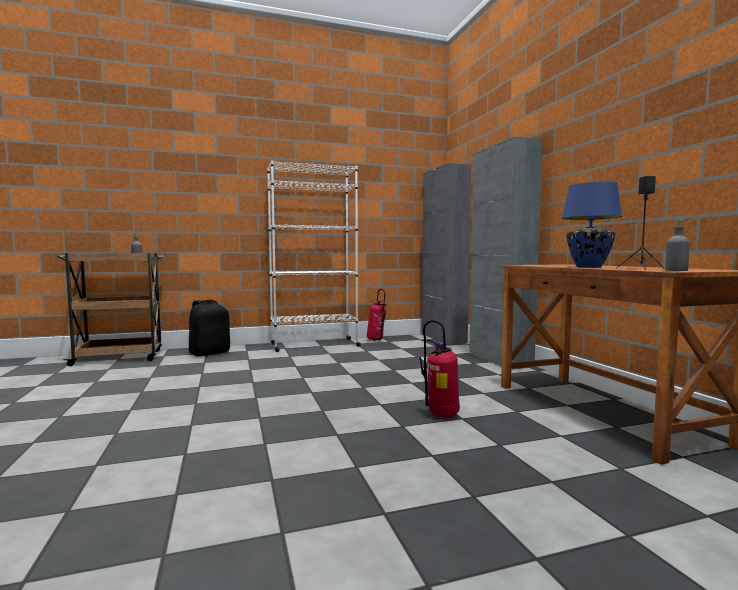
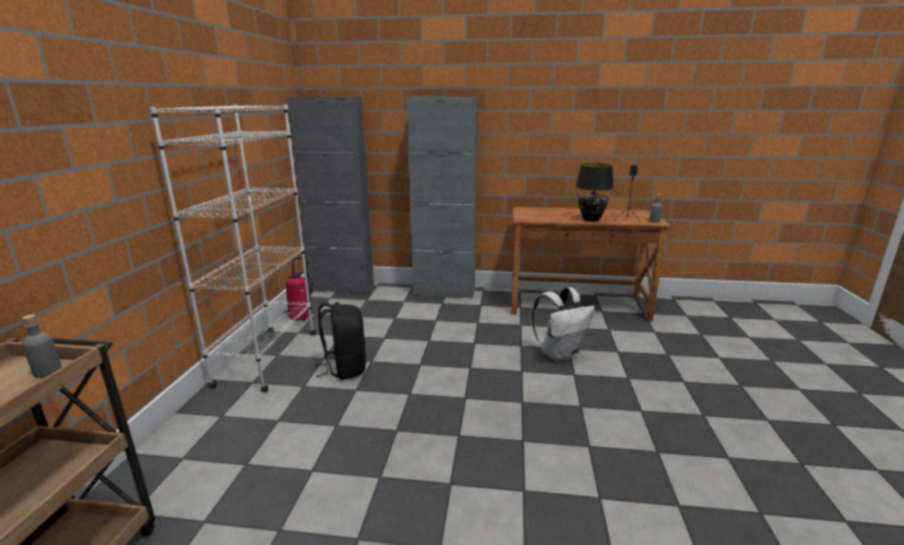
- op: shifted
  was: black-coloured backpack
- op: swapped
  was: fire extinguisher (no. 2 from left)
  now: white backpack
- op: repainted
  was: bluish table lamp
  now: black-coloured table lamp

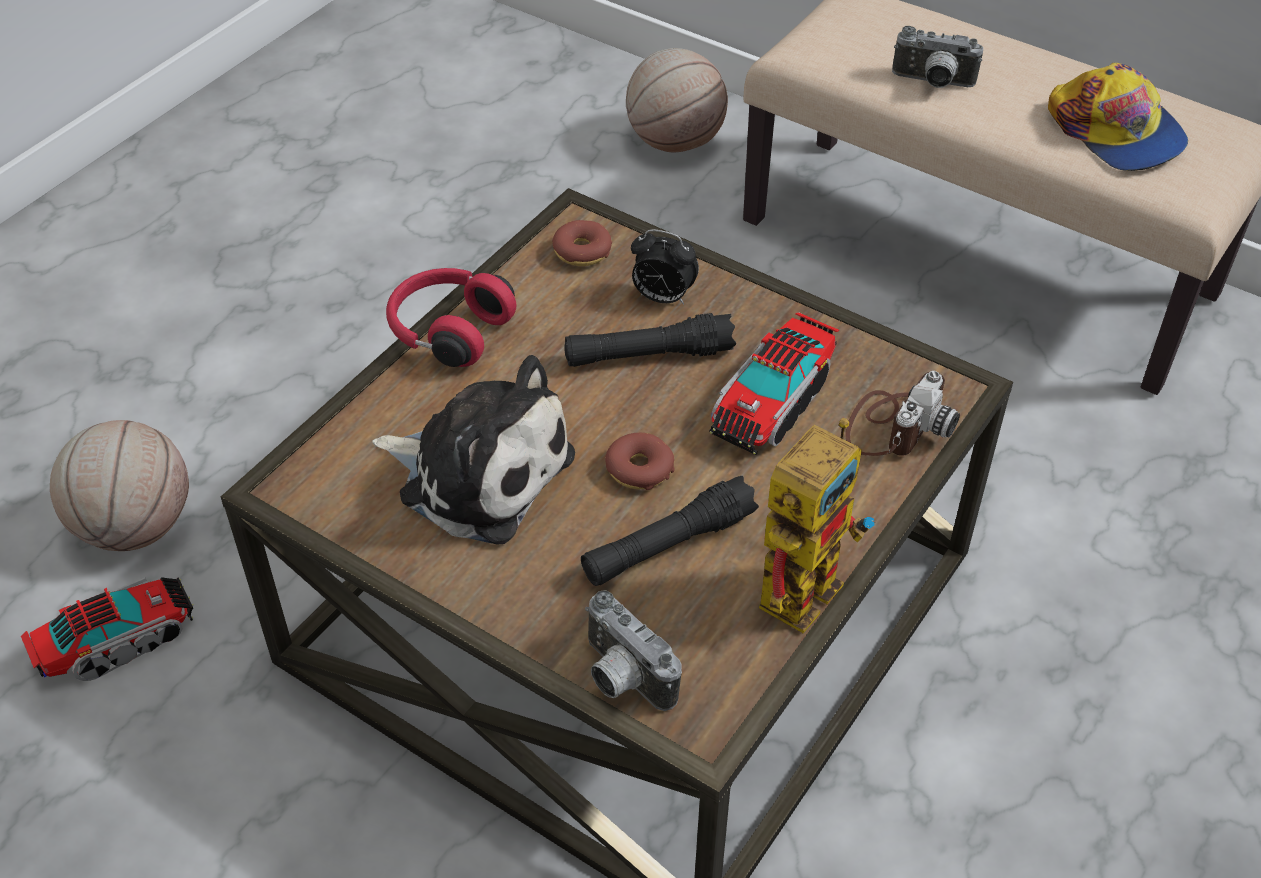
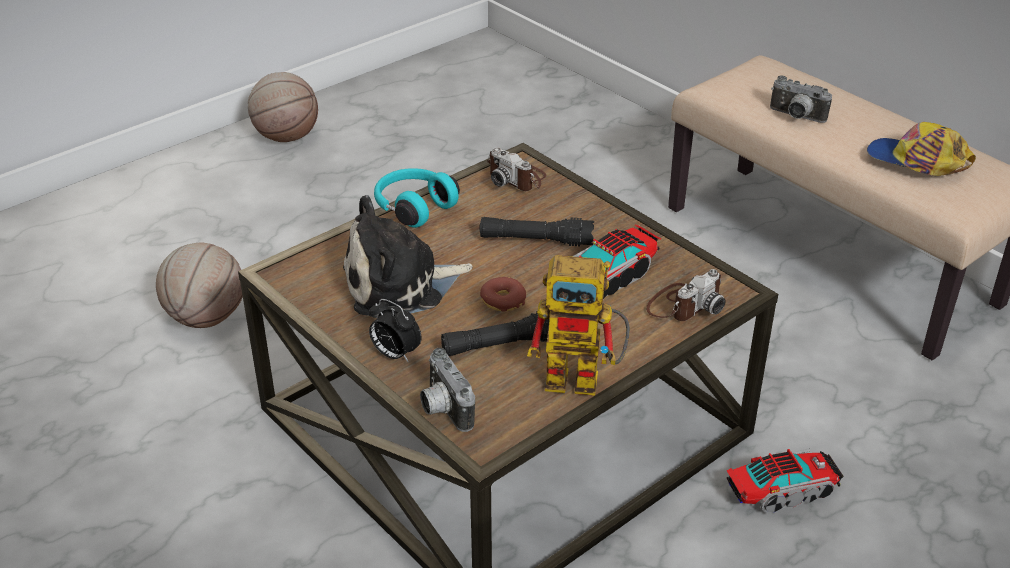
- op: shifted
  was: ball for basketball (no. 2 from left)
- op: rotated
  was: plush toy
  clockwise: 120
- op: shifted
  was: alarm clock
- op: repainted
  was: reddish headphones
  now: turquoise-coloured headphones
- op: swapped
  was: ring doughnut (no. 1 from left)
  now: photo camera (no. 2 from left)
- op: rotated
  was: robot figure
  clockwise: 45
- op: shifted
  was: model truck (no. 1 from left in the first image)
  now: model truck (no. 2 from left)
- op: rotated
  was: baseball cap
  clockwise: 135

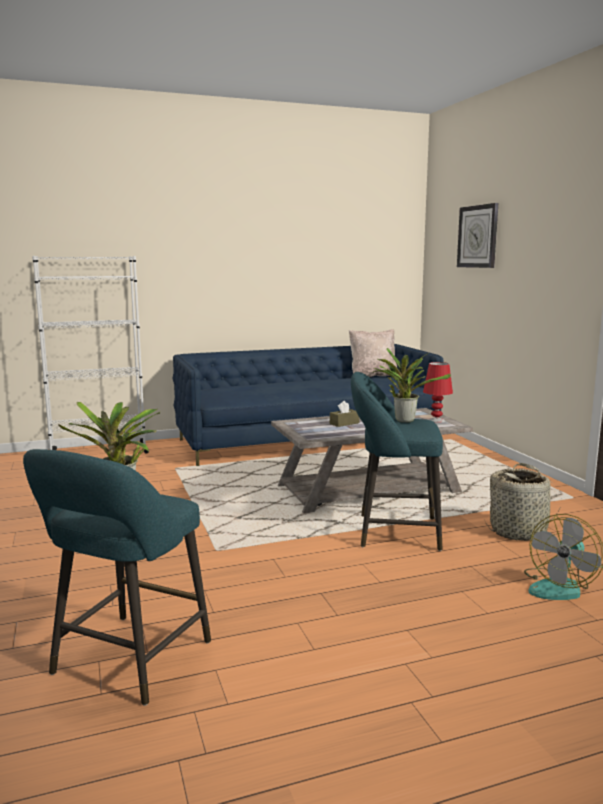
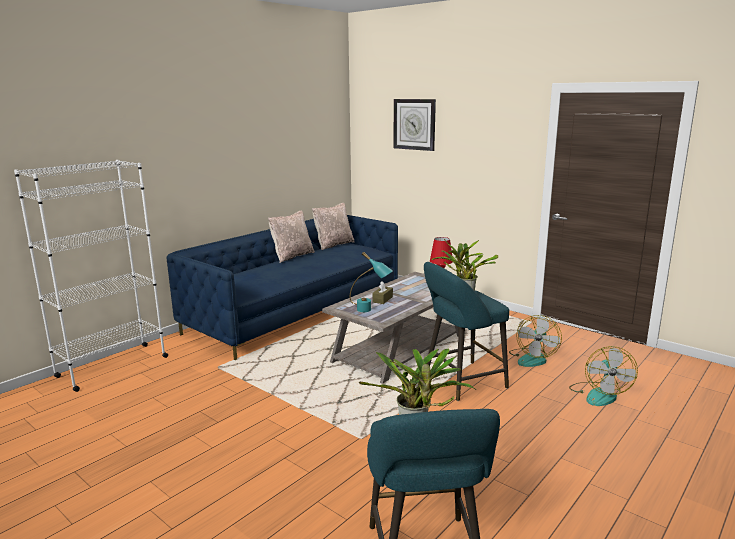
- op: new
  now: sand-coloured throw pillow (no. 1 from left)
- op: new
  now: turquoise-coloured table lamp
- op: swapped
  was: basket
  now: electric fan (no. 1 from left)

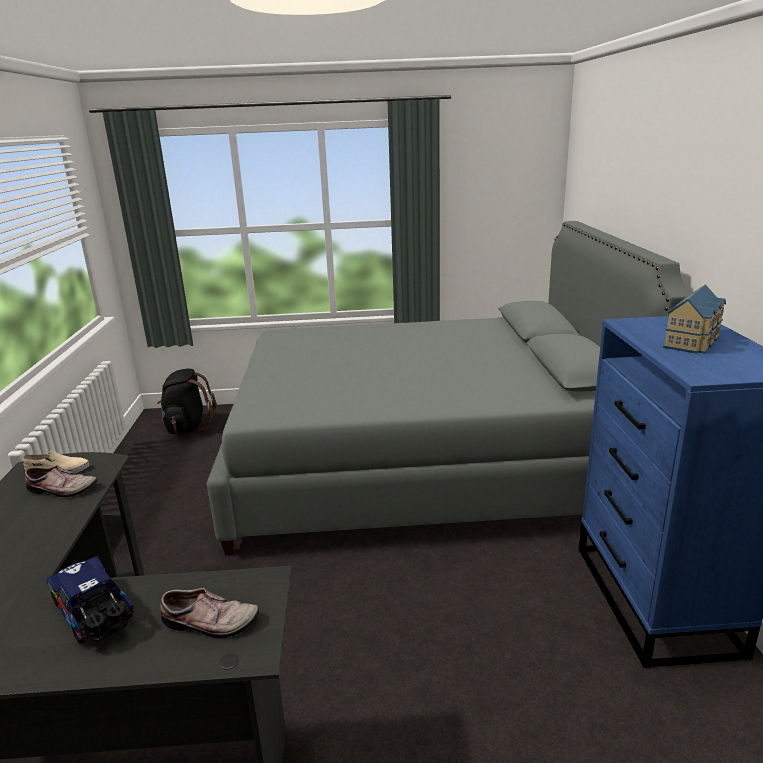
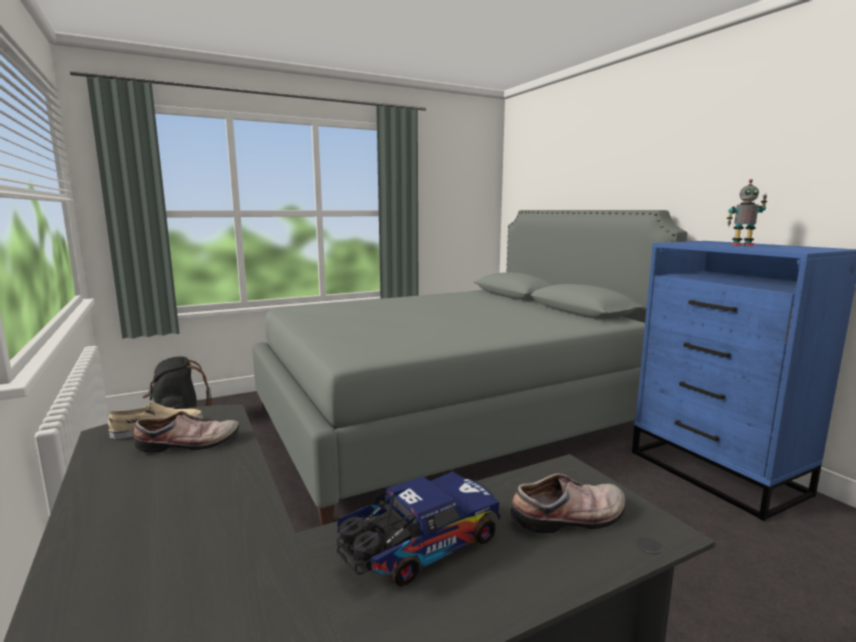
- op: rotated
  was: model truck
  clockwise: 120
- op: swapped
  was: miniature house
  now: robot figure

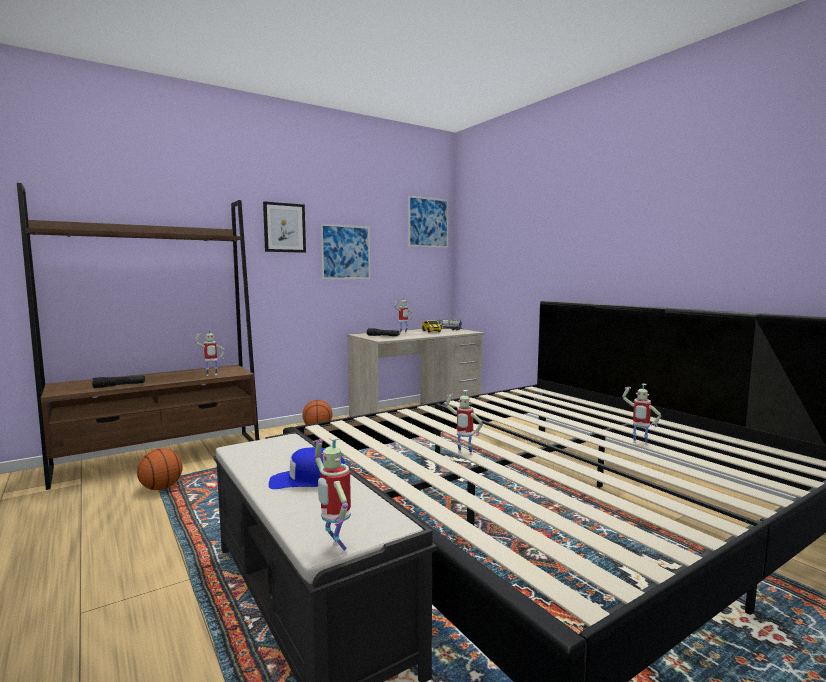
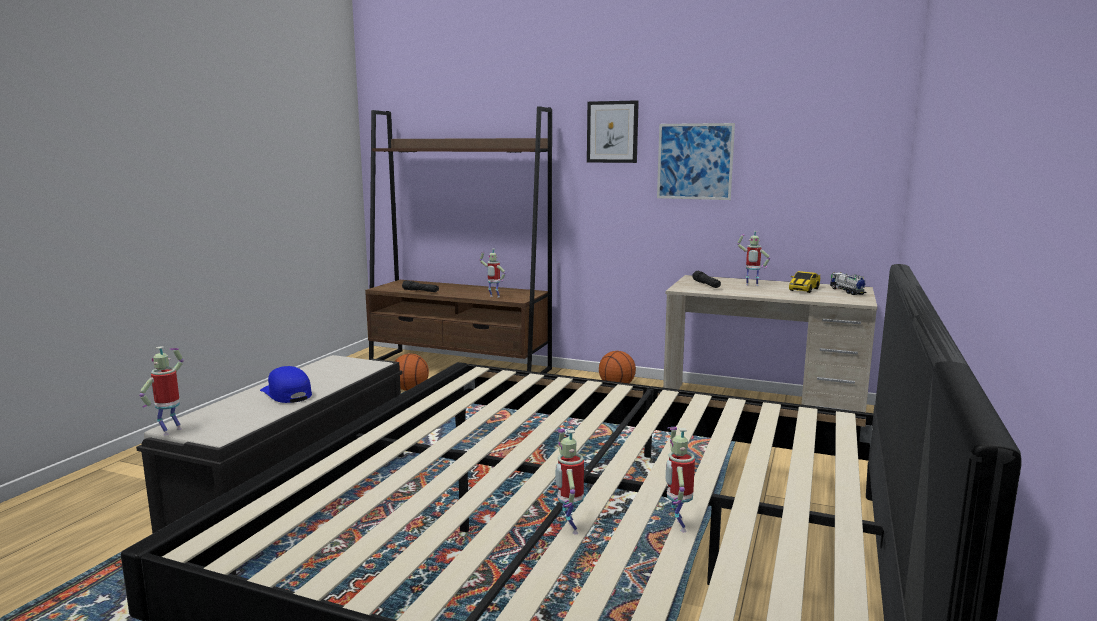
- op: shifted
  was: robot figure (no. 4 from left in the first image)
  now: robot figure (no. 3 from left)
- op: gone
  was: wall art (no. 3 from left)

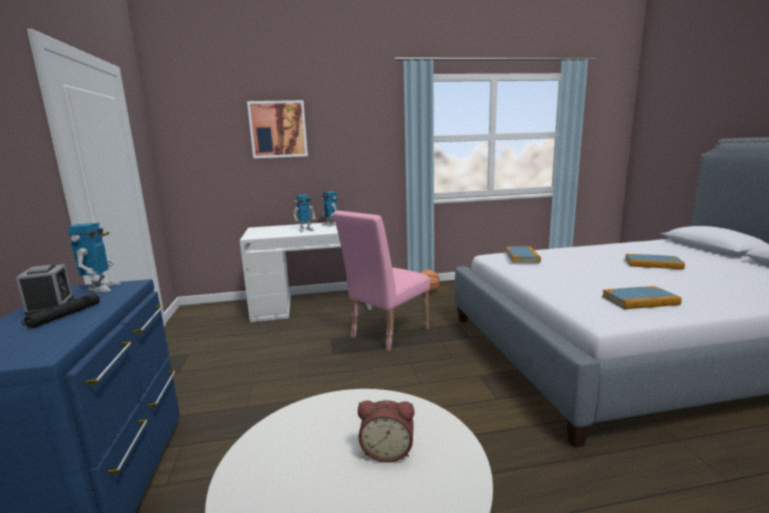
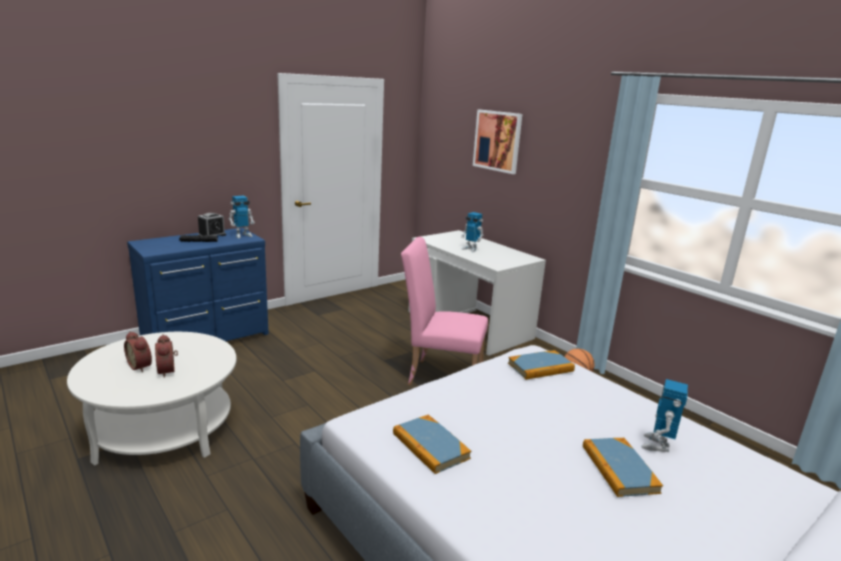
- op: new
  now: alarm clock (no. 1 from left)
- op: shifted
  was: robot figure (no. 3 from left)

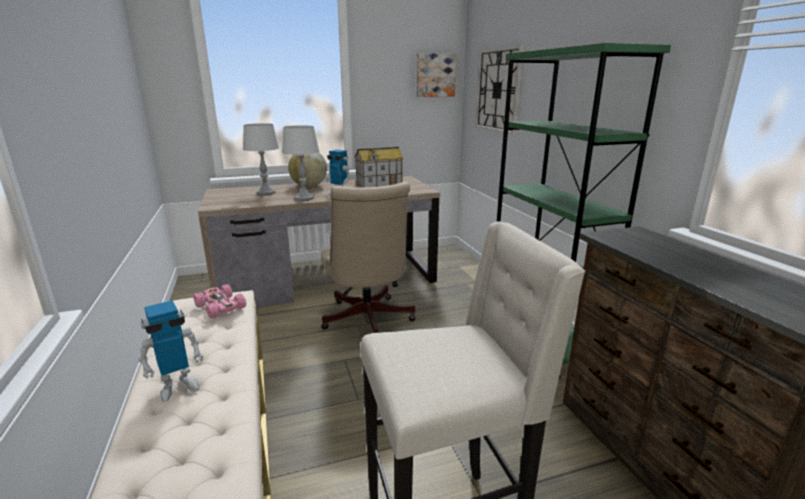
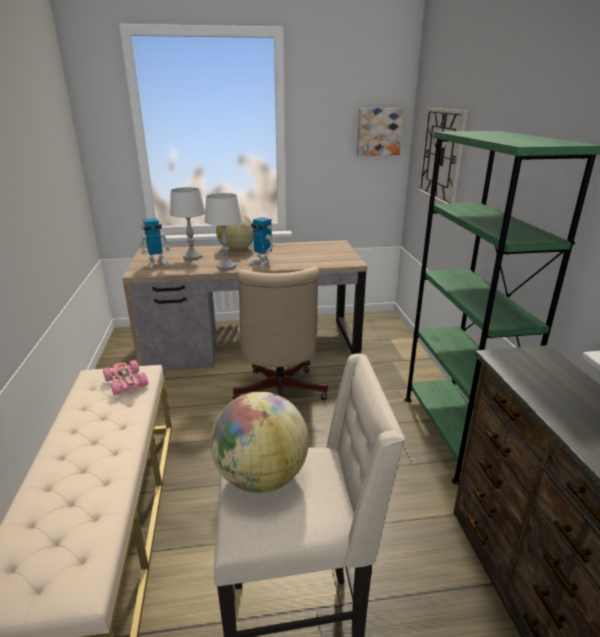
- op: shifted
  was: robot figure (no. 1 from left)
- op: new
  now: world globe (no. 2 from left)
- op: gone
  was: miniature house

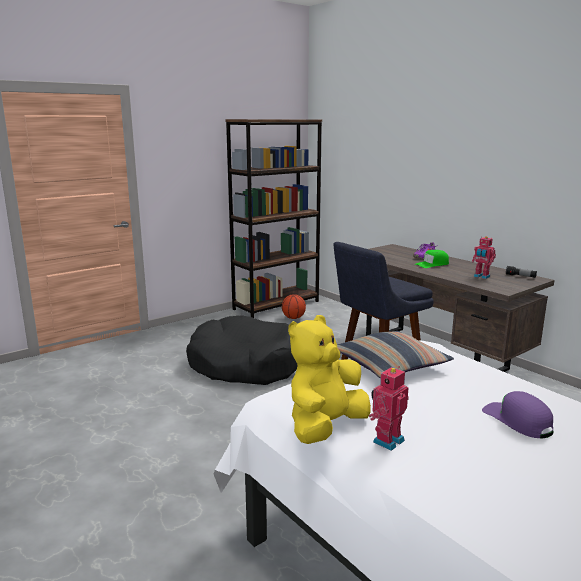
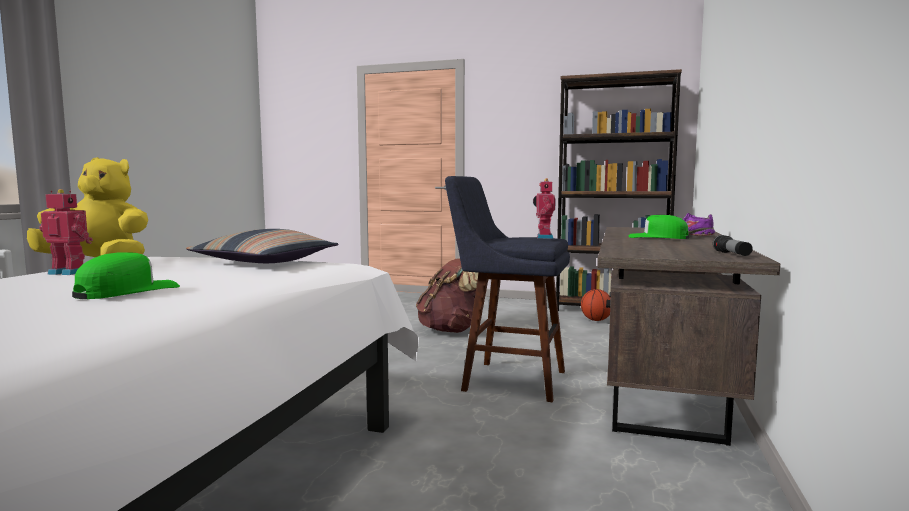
- op: repainted
  was: purplish baseball cap
  now: green-coloured baseball cap (no. 1 from left)
- op: swapped
  was: black-coloured pet bed
  now: brown backpack
- op: shifted
  was: robot figure (no. 2 from left)

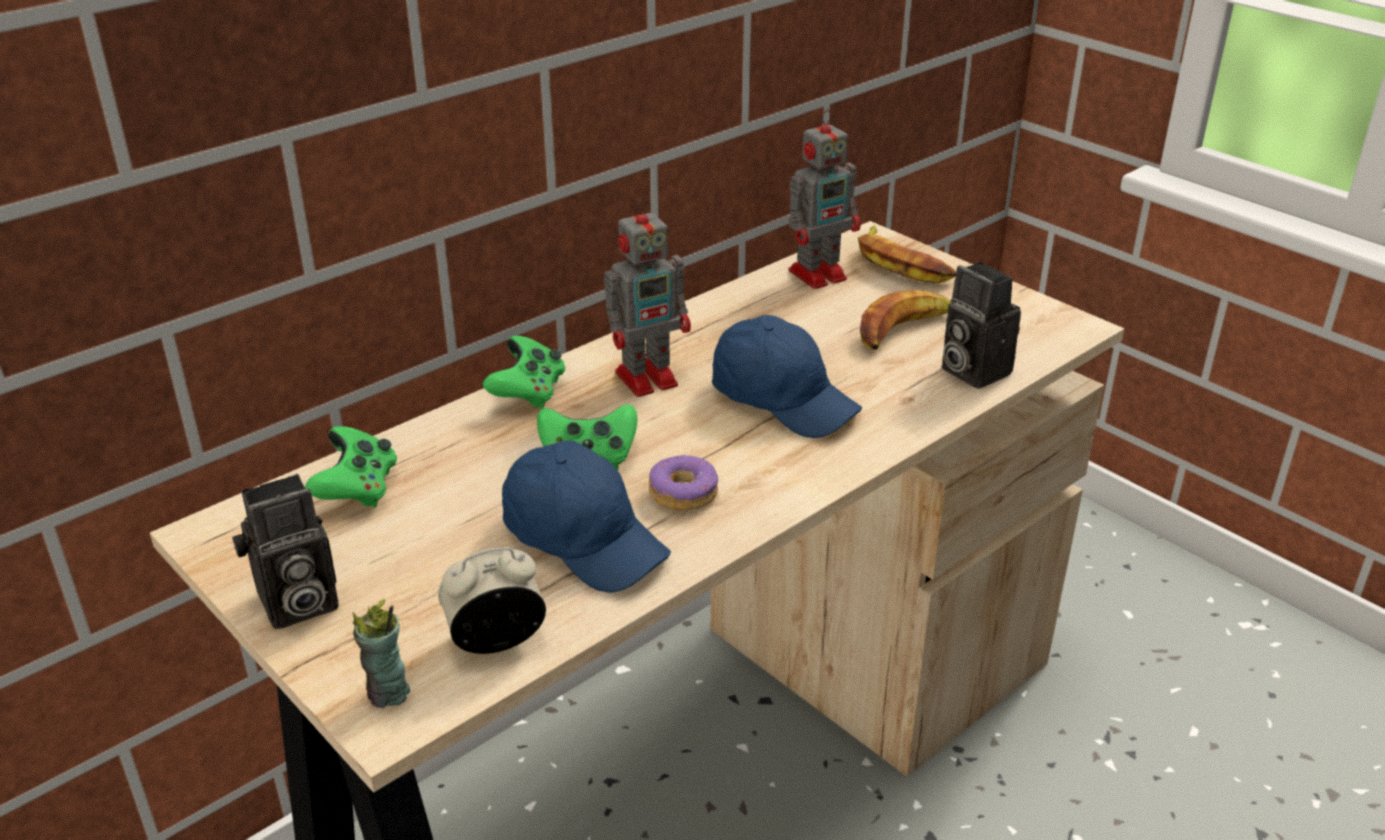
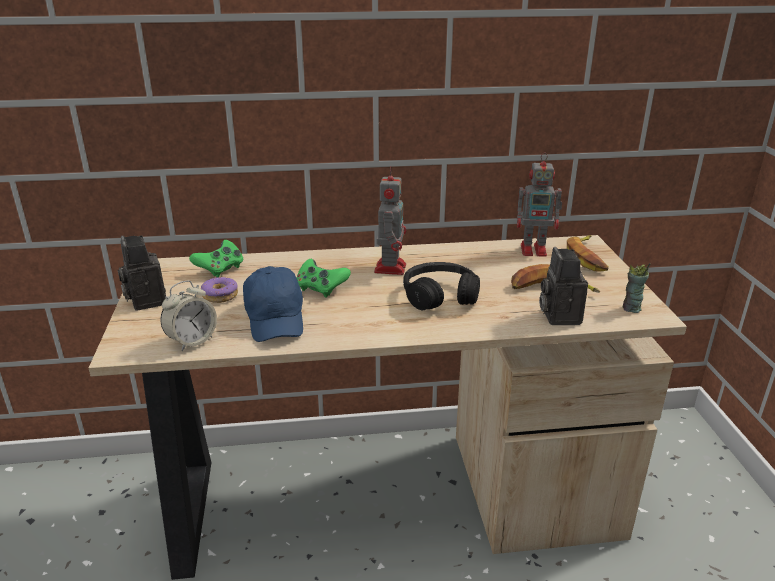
- op: rotated
  was: photo camera (no. 1 from left)
  clockwise: 60
- op: rotated
  was: alarm clock
  clockwise: 120
- op: shifted
  was: ring doughnut
- op: rotated
  was: robot figure (no. 1 from left)
  clockwise: -90
- op: swapped
  was: bluish baseball cap (no. 2 from left)
  now: black-coloured headphones
- op: shifted
  was: small cup
- op: gone
  was: green-coloured joypad (no. 2 from left)

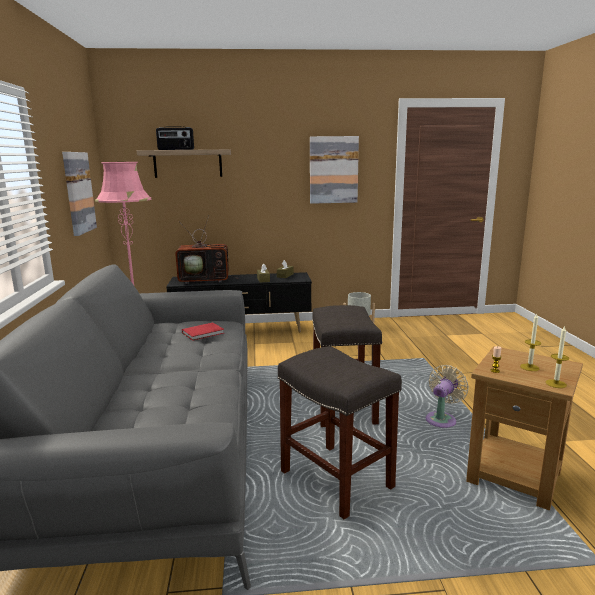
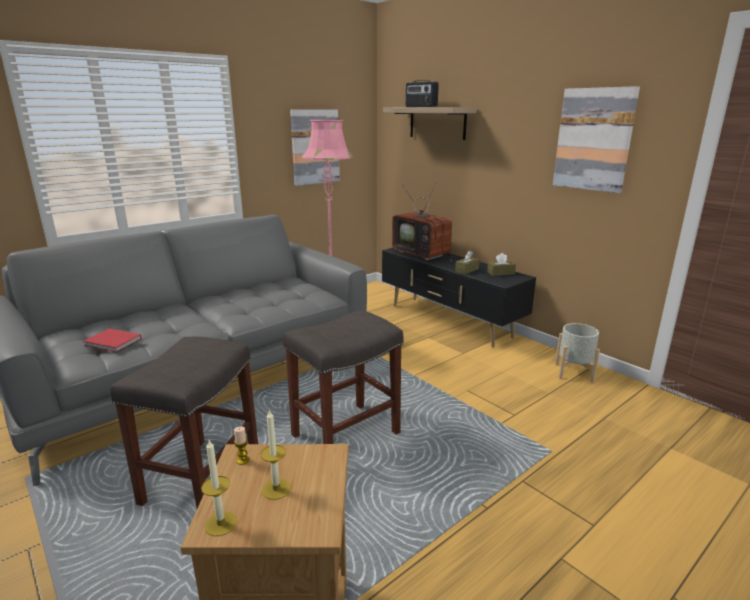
- op: shifted
  was: reddish book
- op: gone
  was: sand-coloured electric fan

